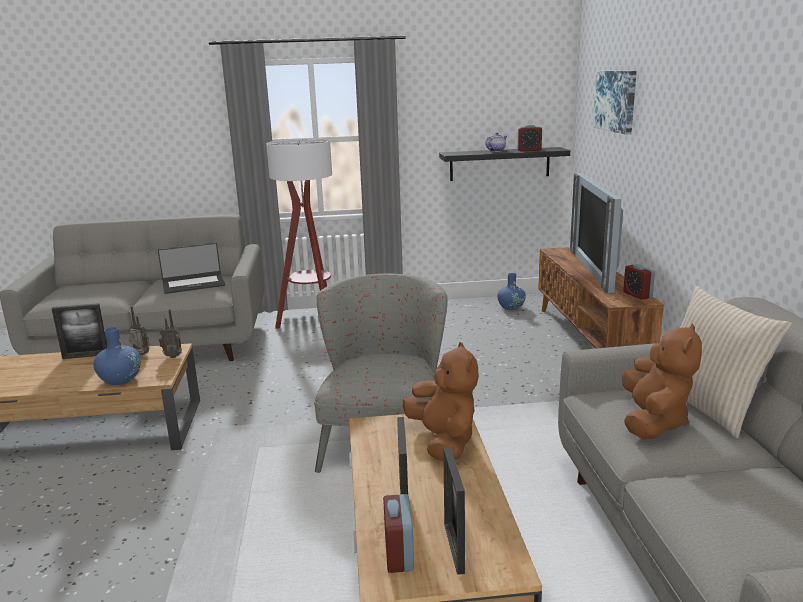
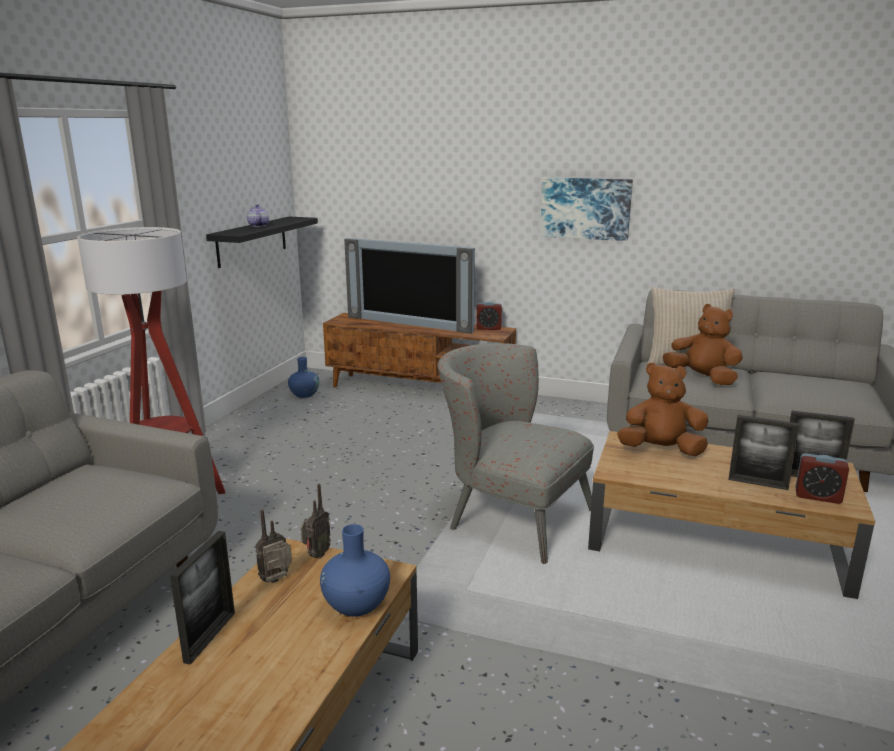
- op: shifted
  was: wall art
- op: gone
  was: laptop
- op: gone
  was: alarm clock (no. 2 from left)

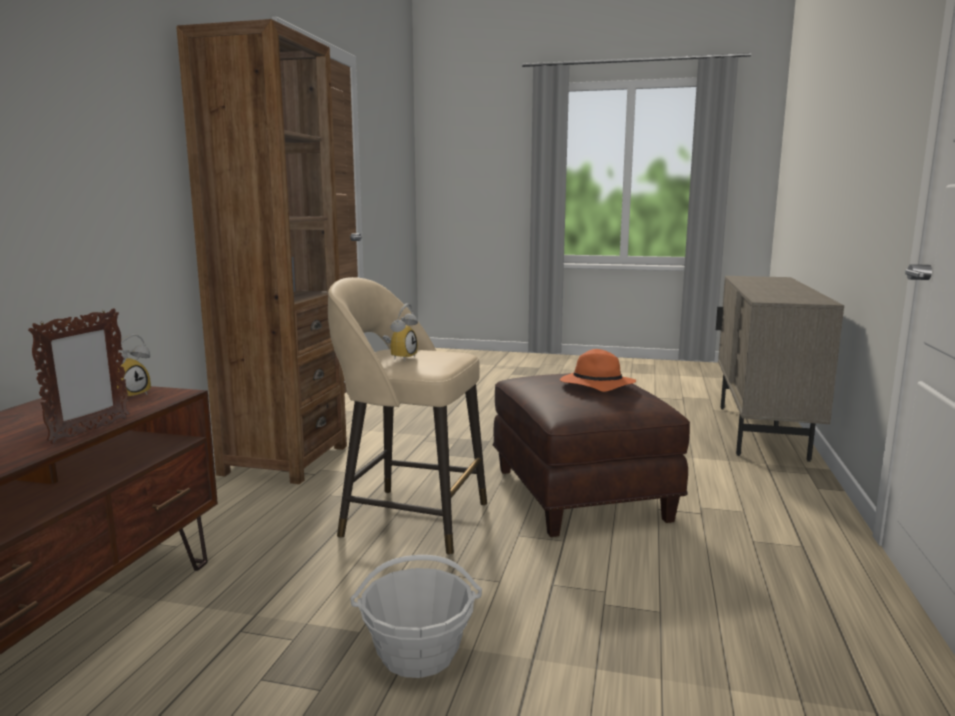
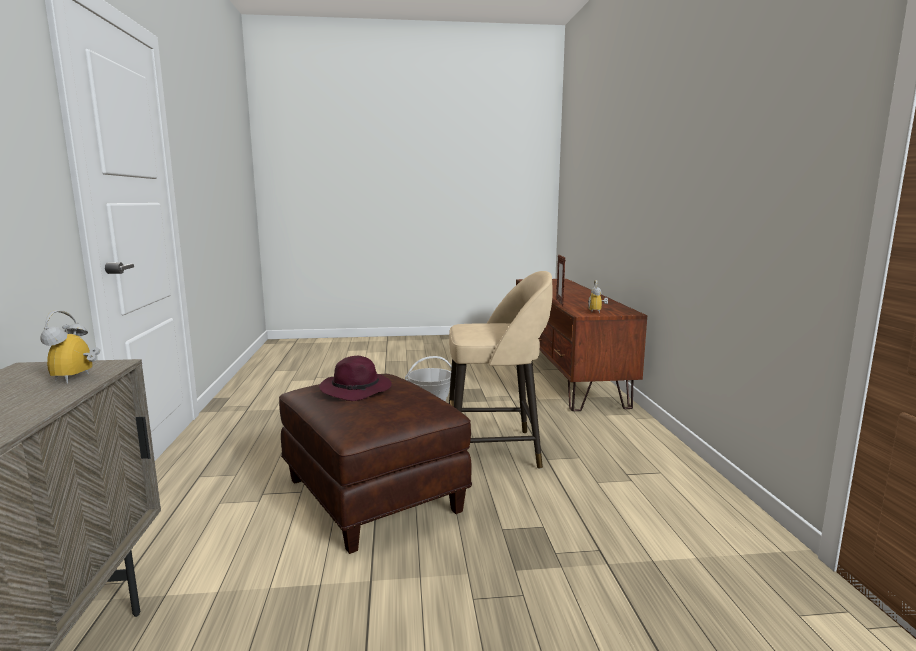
- op: shifted
  was: alarm clock (no. 2 from left in the first image)
  now: alarm clock (no. 1 from left)
- op: repainted
  was: orangey wearable hat
  now: purplish wearable hat
- op: gone
  was: brown shelving unit

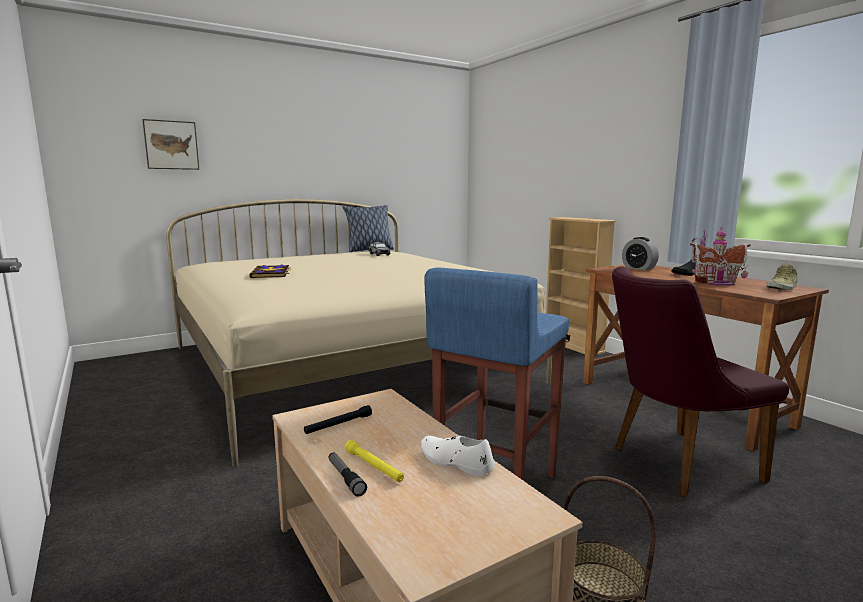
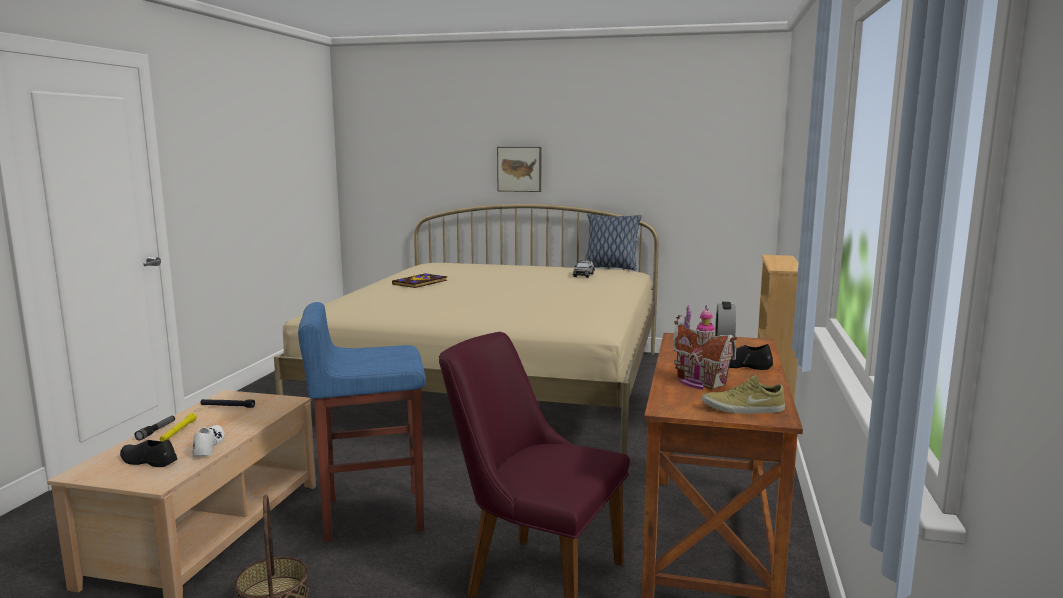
- op: new
  now: black-coloured low shoe (no. 1 from left)
- op: shifted
  was: wall art

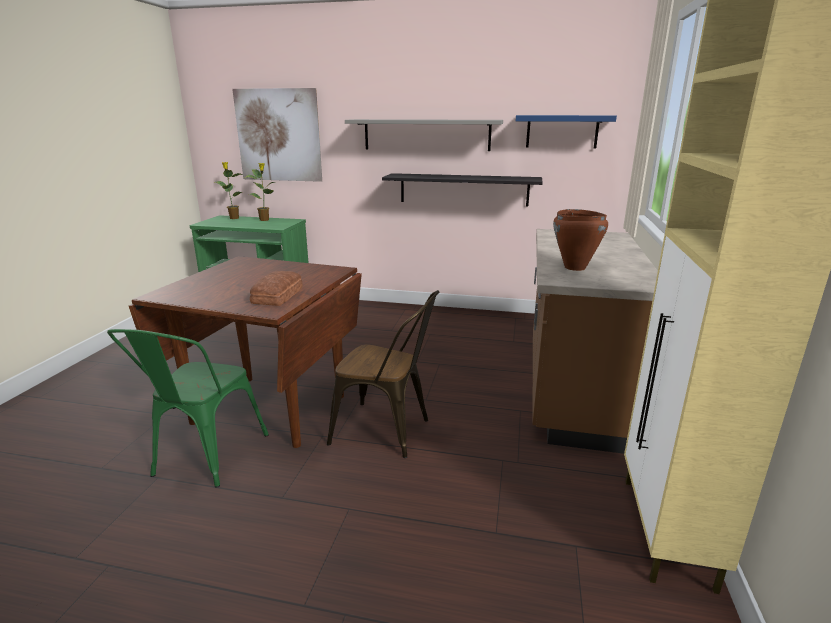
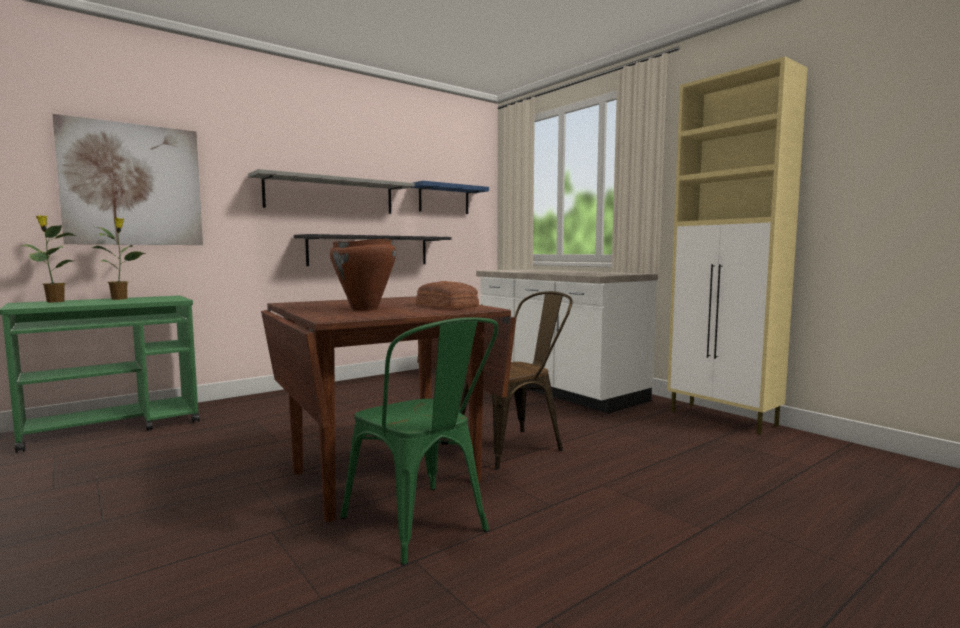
- op: shifted
  was: brown saucepot
- op: repainted
  was: brown kitchen counter
  now: white kitchen counter

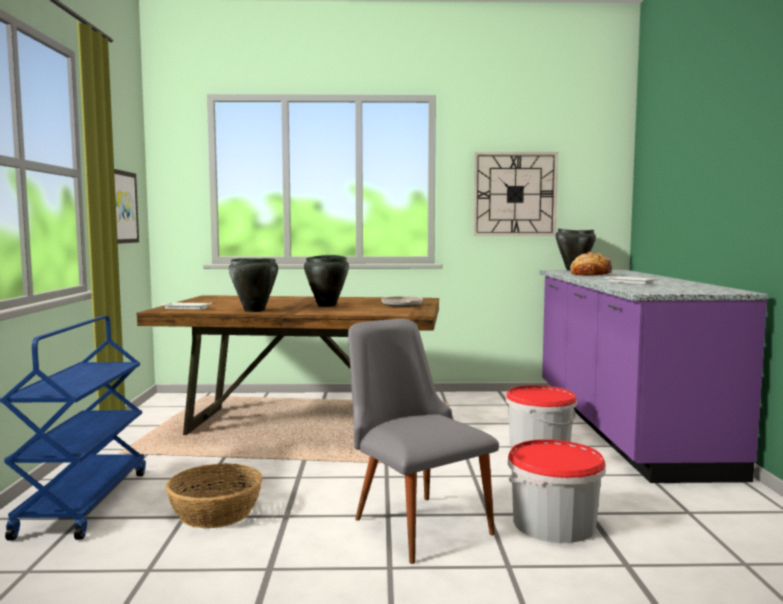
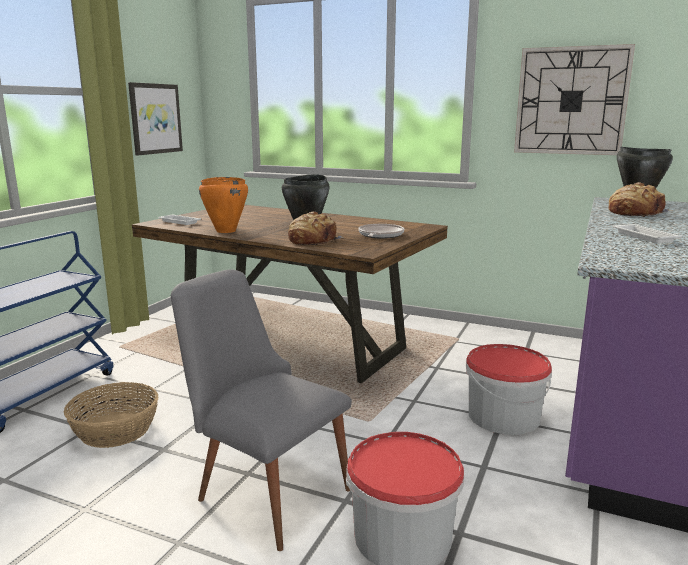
- op: rotated
  was: greyish plain chair
  clockwise: -45
- op: repainted
  was: black-coloured saucepot (no. 1 from left)
  now: orangey saucepot
- op: new
  now: baked bread (no. 1 from left)

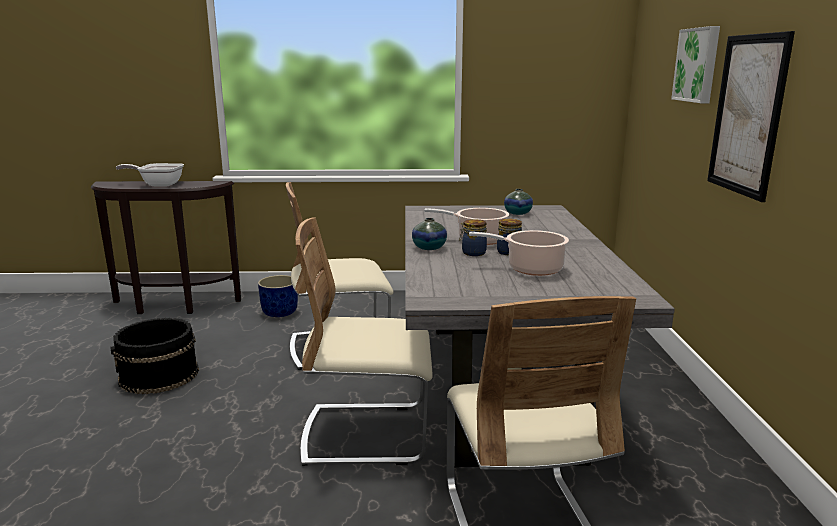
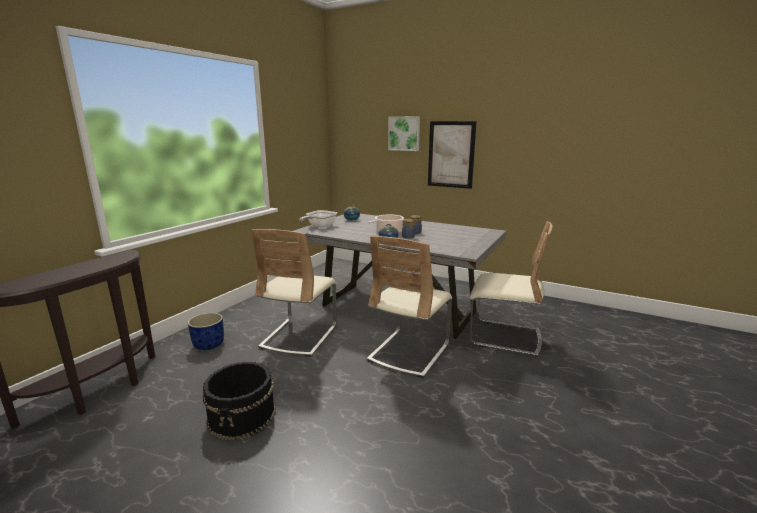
- op: shifted
  was: frying pan
- op: gone
  was: saucepot (no. 2 from left)

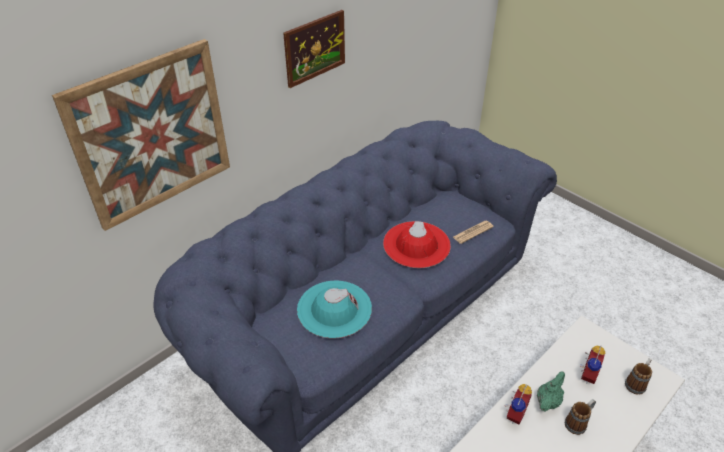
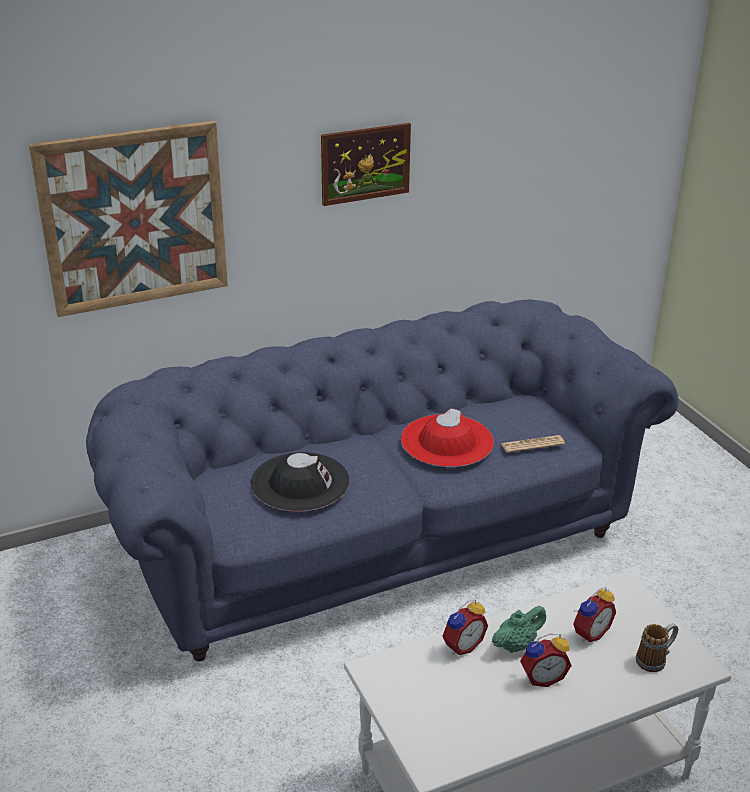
- op: repainted
  was: turquoise-coloured wearable hat
  now: black-coloured wearable hat
- op: swapped
  was: coffee mug (no. 1 from left)
  now: alarm clock (no. 2 from left)

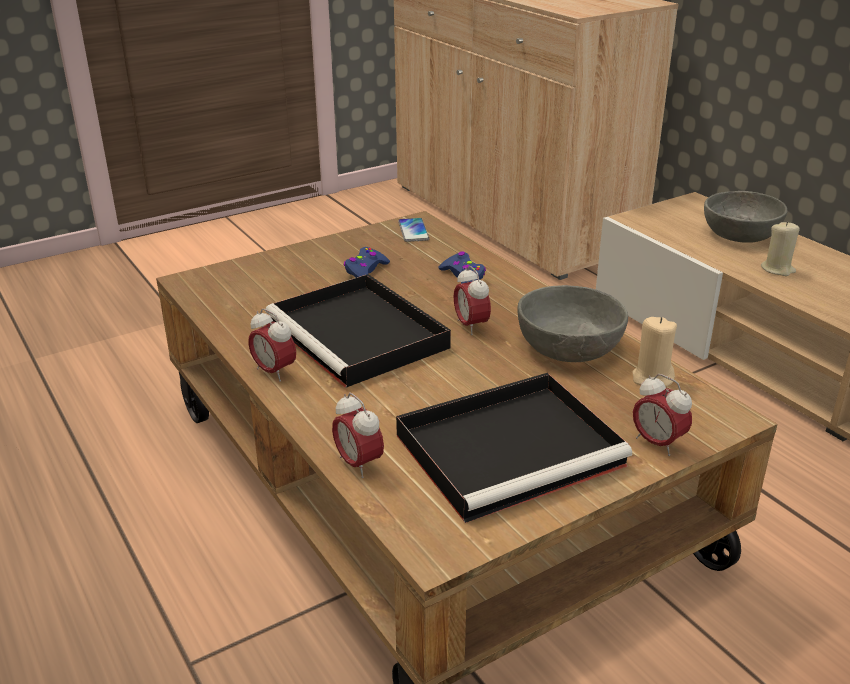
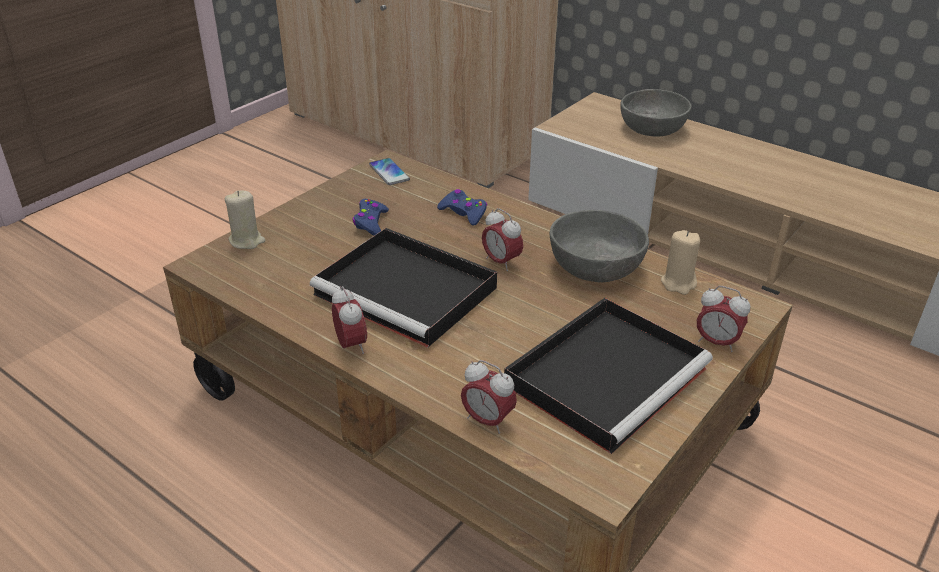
- op: shifted
  was: sand-coloured wax light (no. 2 from left in the first image)
  now: sand-coloured wax light (no. 1 from left)
- op: rotated
  was: alarm clock (no. 1 from left)
  clockwise: -135

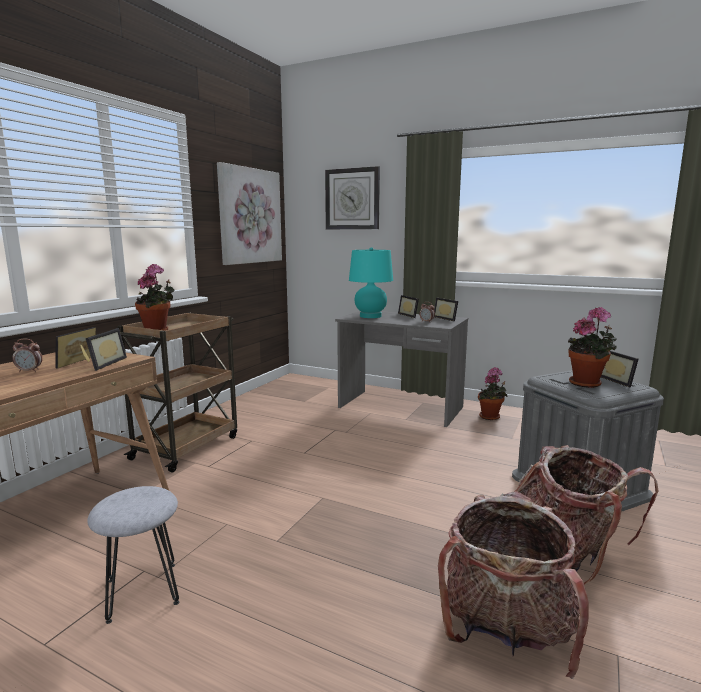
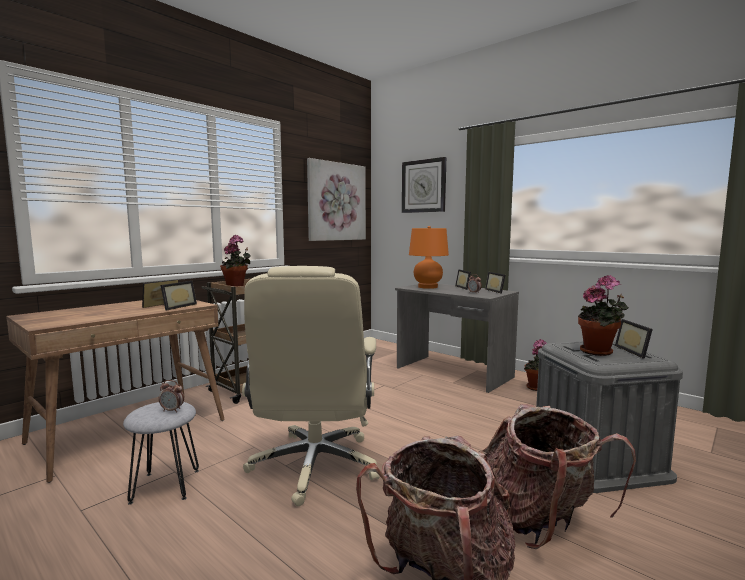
- op: shifted
  was: alarm clock (no. 1 from left)
- op: new
  now: sand-coloured office chair
- op: repainted
  was: turquoise-coloured table lamp
  now: orangey table lamp

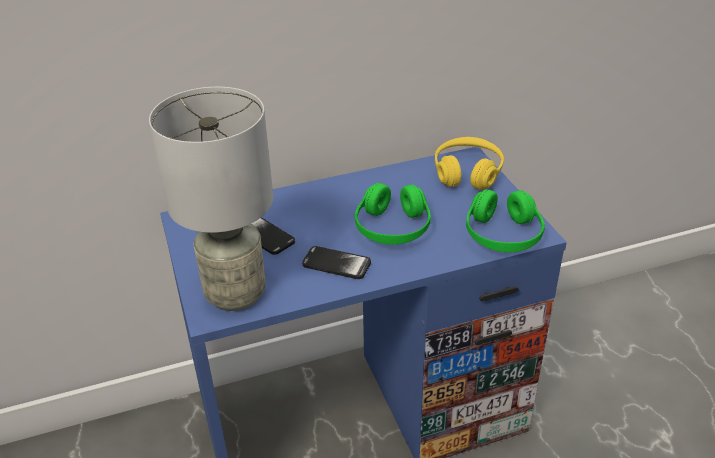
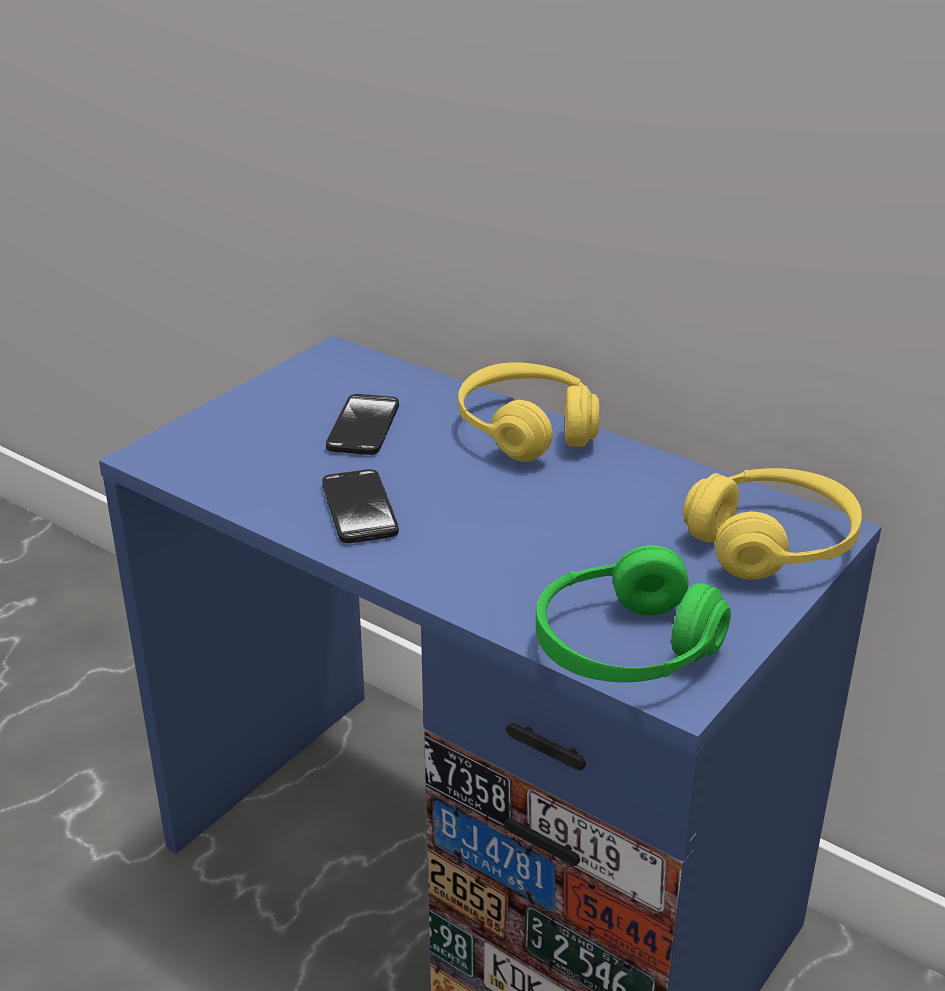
- op: new
  now: yellowish headphones (no. 1 from left)
- op: gone
  was: greyish table lamp
- op: gone
  was: green-coloured headphones (no. 1 from left)

